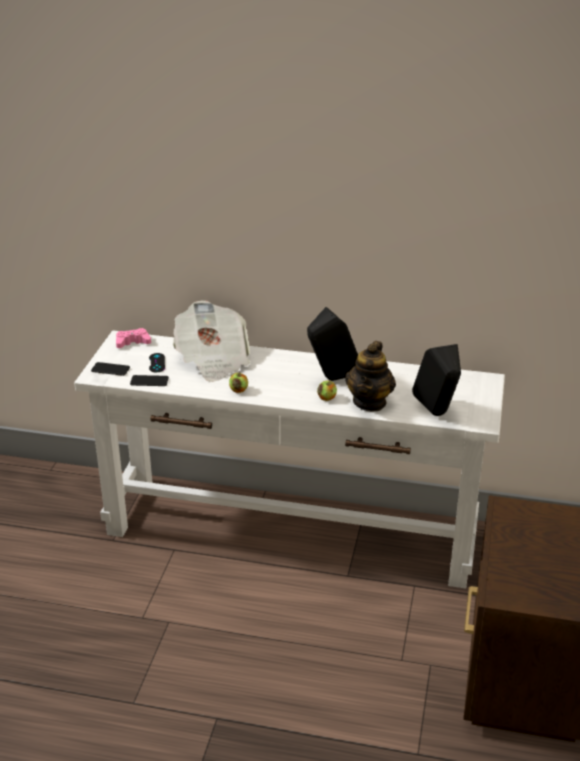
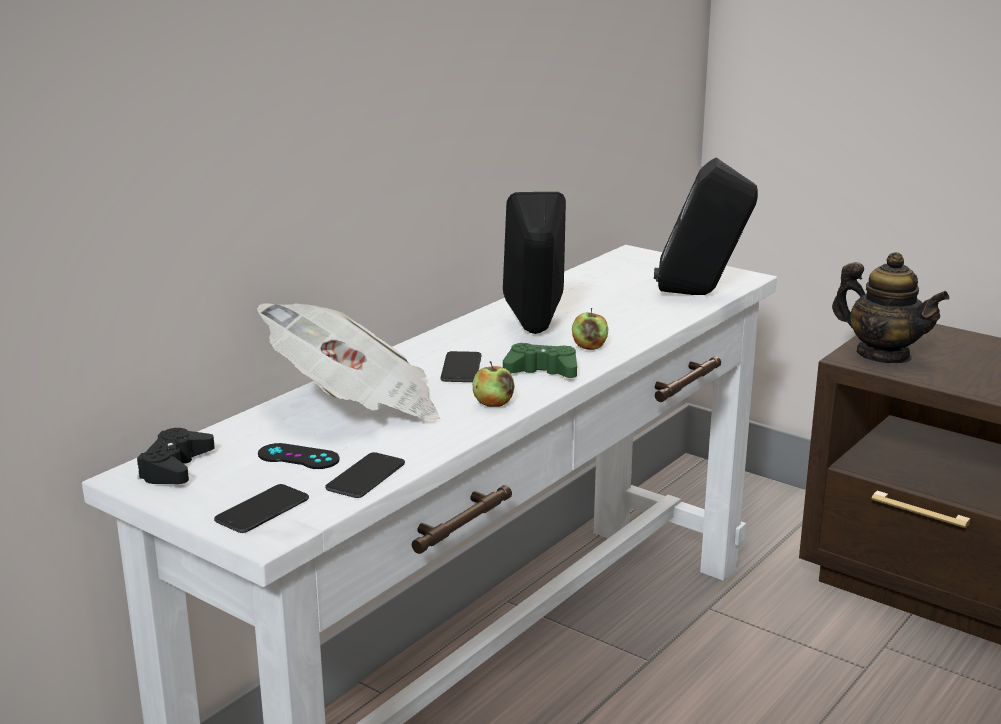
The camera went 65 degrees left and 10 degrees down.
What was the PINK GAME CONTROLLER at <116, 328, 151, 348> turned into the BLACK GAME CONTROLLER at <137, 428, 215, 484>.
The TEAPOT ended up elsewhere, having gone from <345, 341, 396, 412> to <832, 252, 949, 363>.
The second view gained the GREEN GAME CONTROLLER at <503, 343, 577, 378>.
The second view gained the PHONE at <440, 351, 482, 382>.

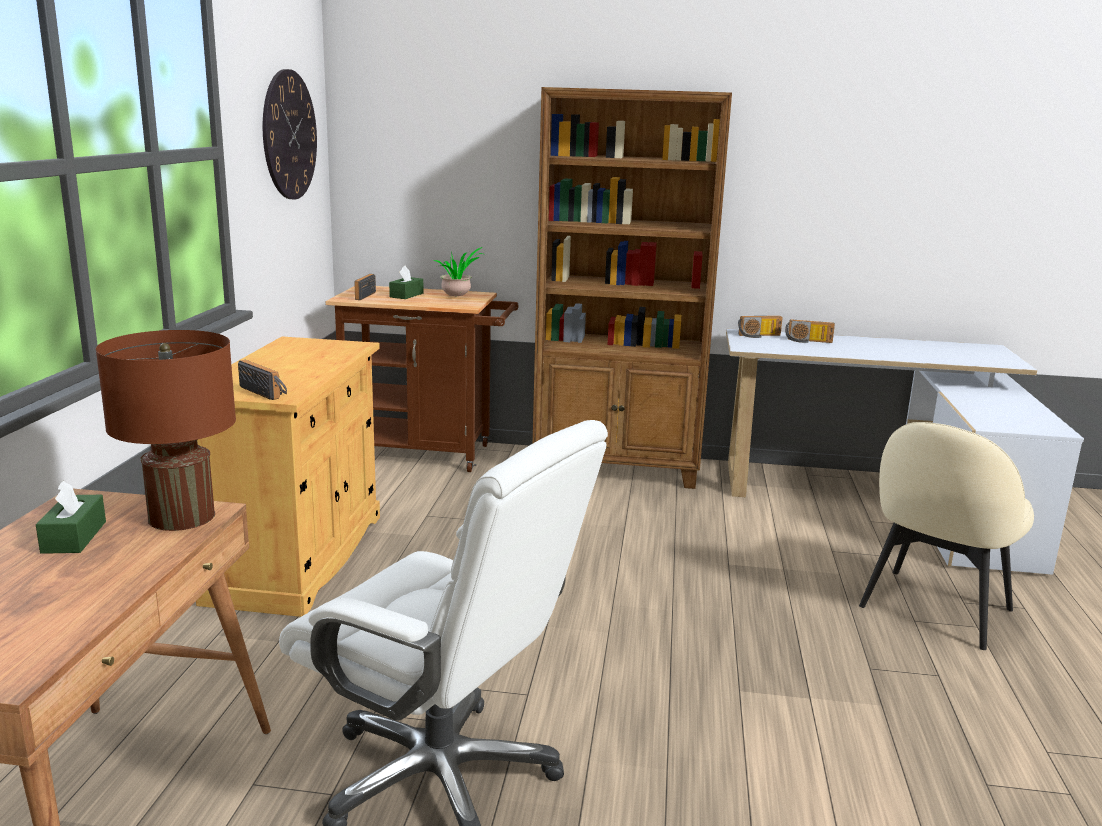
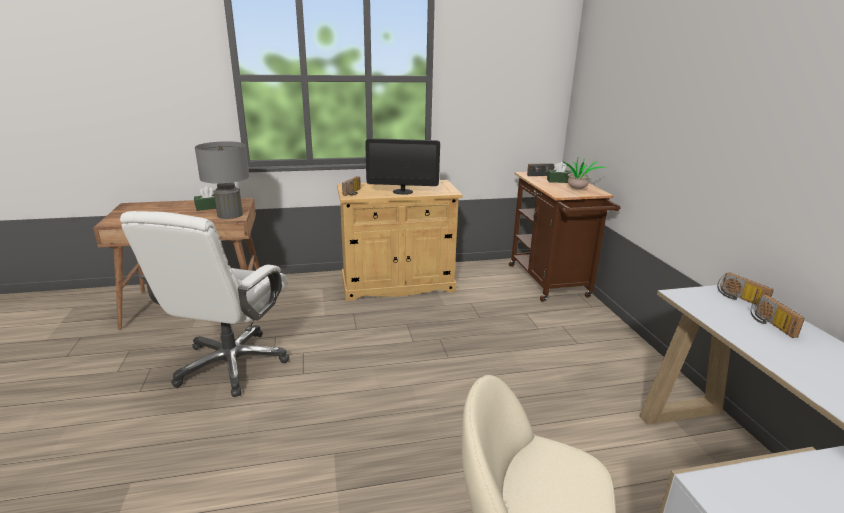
The camera went 70 degrees right and 5 degrees up.
The second view lost the WALL CLOCK at <263, 69, 317, 199>.
The second view lost the BROWN BOOKCASE at <533, 87, 732, 489>.
What was the BROWN TABLE LAMP at <96, 330, 236, 531> turned into the GREY TABLE LAMP at <195, 141, 249, 219>.
The second view gained the MONITOR at <365, 138, 440, 195>.

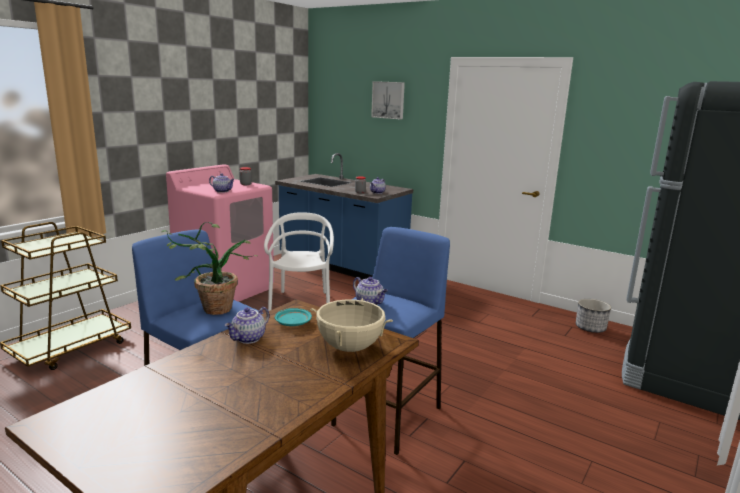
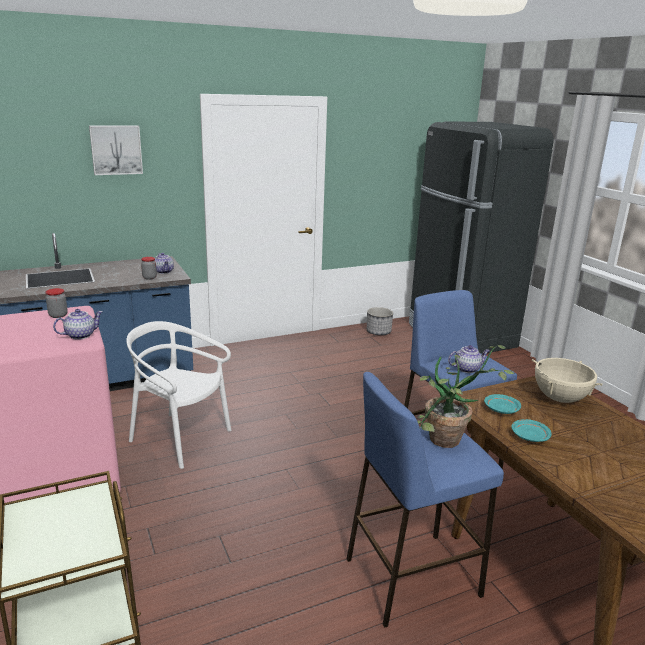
The camera went 60 degrees left and 5 degrees up.
Where the TEAPOT stood at <224, 307, 269, 344>, the TURQUOISE PLATE came to stand at <511, 419, 552, 442>.

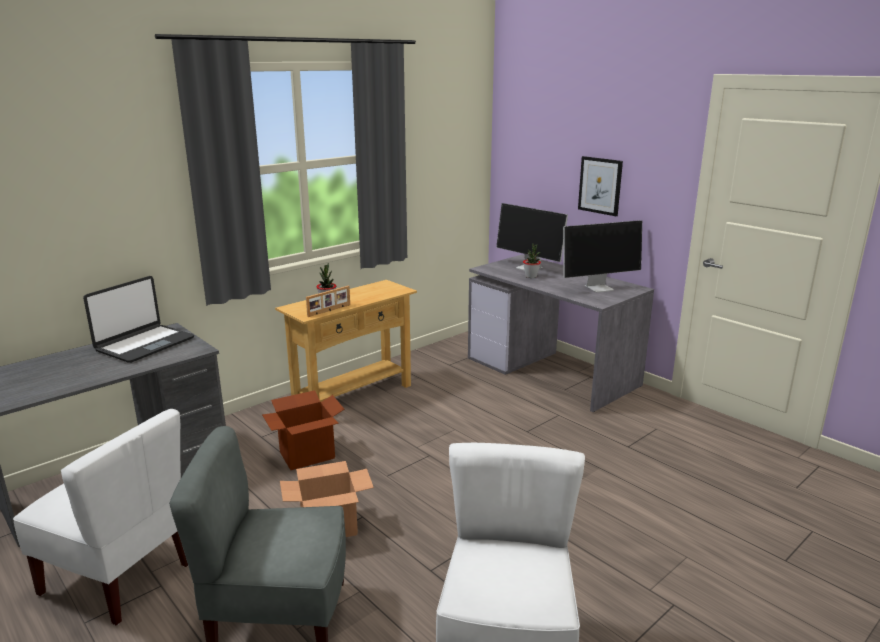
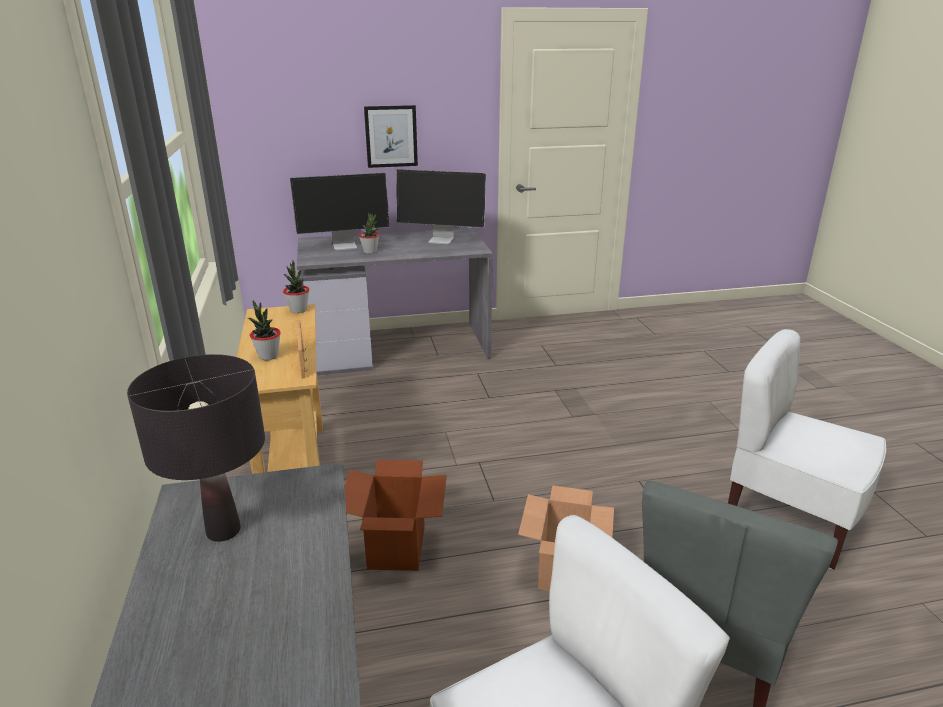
The camera went 60 degrees left and 5 degrees up.
The MONITOR at <563, 220, 642, 293> ended up facing another way, 90 degrees clockwise from before.
Where the LAPTOP stood at <83, 276, 194, 363>, the BLACK TABLE LAMP came to stand at <127, 354, 265, 542>.
The second view gained the POTTED PLANT at <283, 260, 309, 313>.

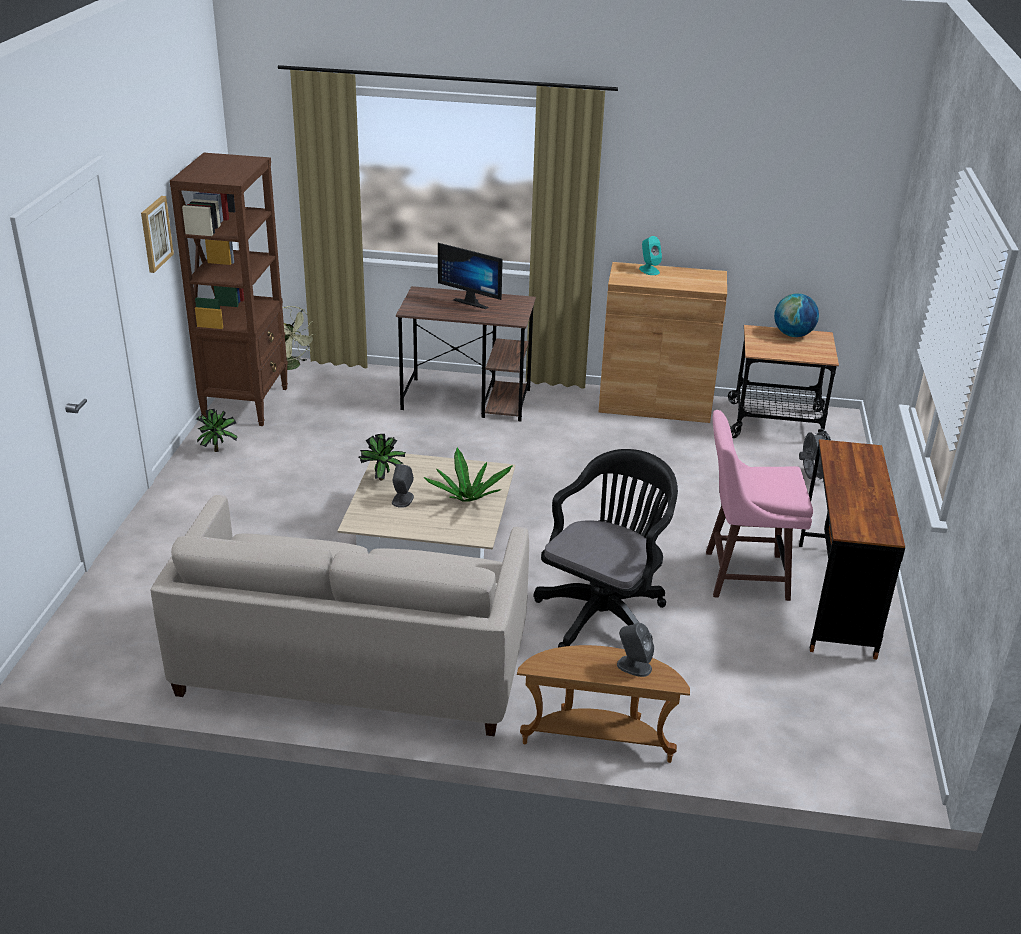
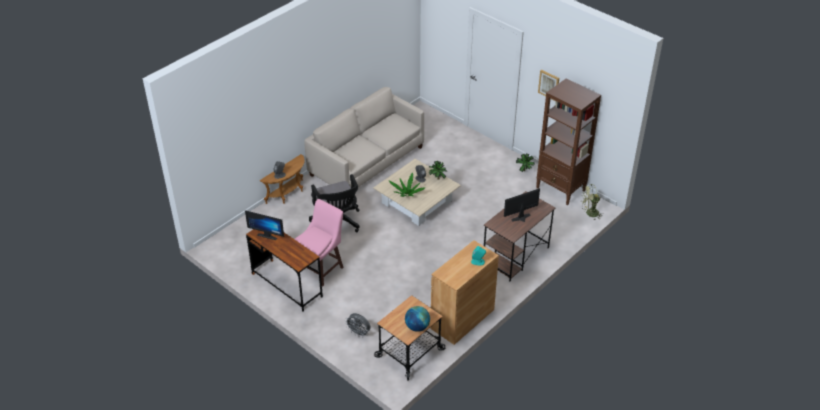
The camera went 125 degrees right and 10 degrees up.
The second view gained the MONITOR at <245, 210, 284, 240>.

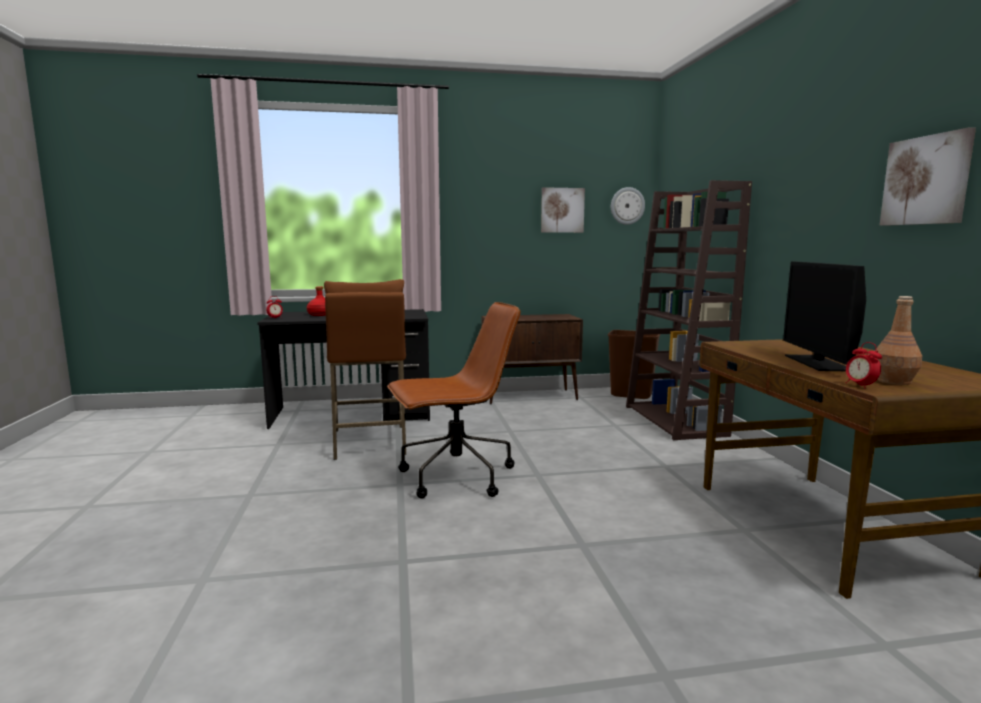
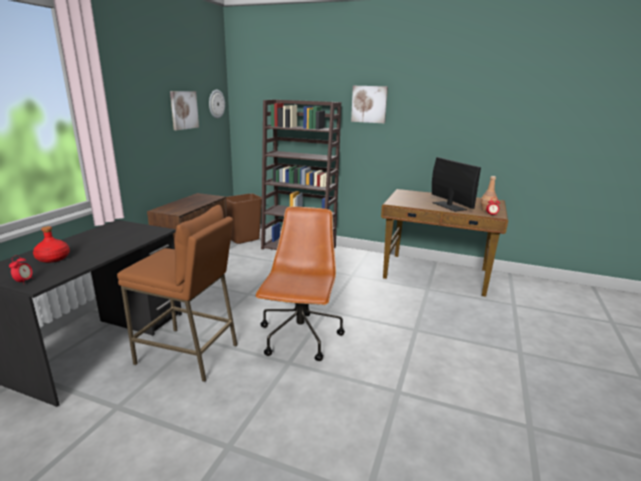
The camera went 60 degrees left and 10 degrees up.
The PICTURE ended up elsewhere, having gone from <879, 127, 976, 226> to <351, 86, 388, 123>.
The MONITOR at <783, 261, 866, 371> ended up facing another way, 150 degrees counterclockwise from before.

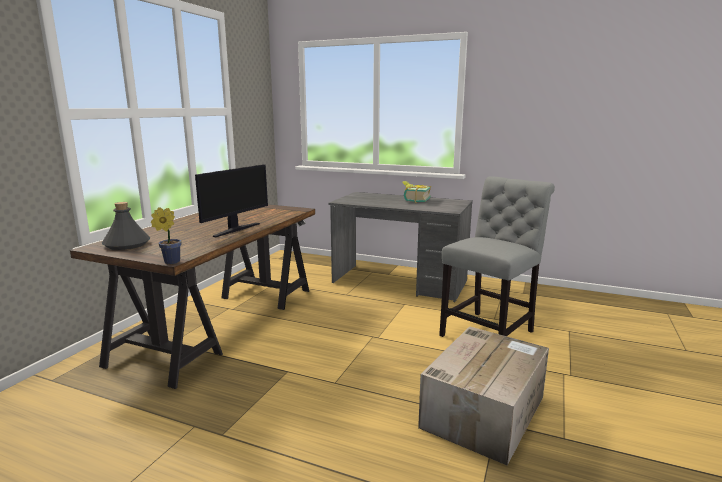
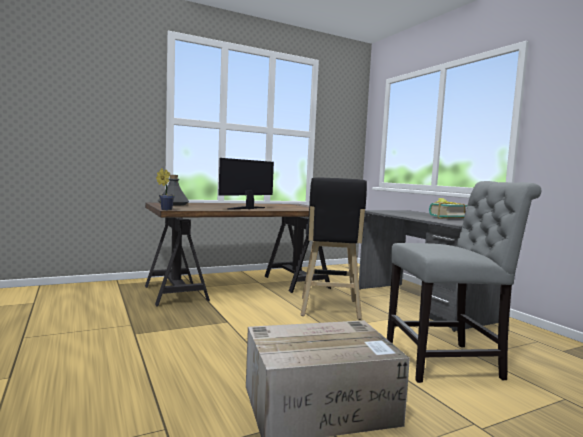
The camera went 40 degrees right and 10 degrees down.
The MONITOR at <195, 164, 268, 237> ended up facing another way, 150 degrees clockwise from before.
The second view gained the BLACK STOOL at <301, 177, 367, 320>.

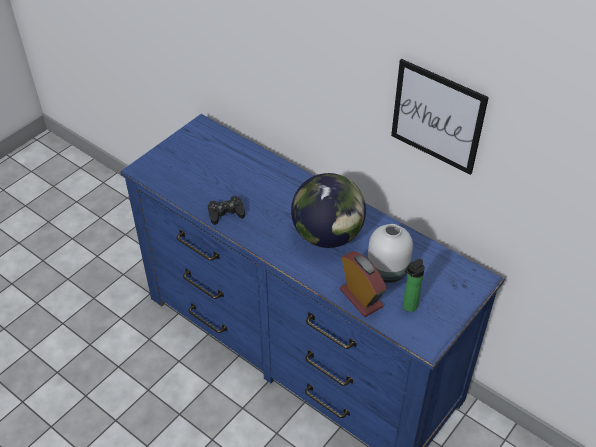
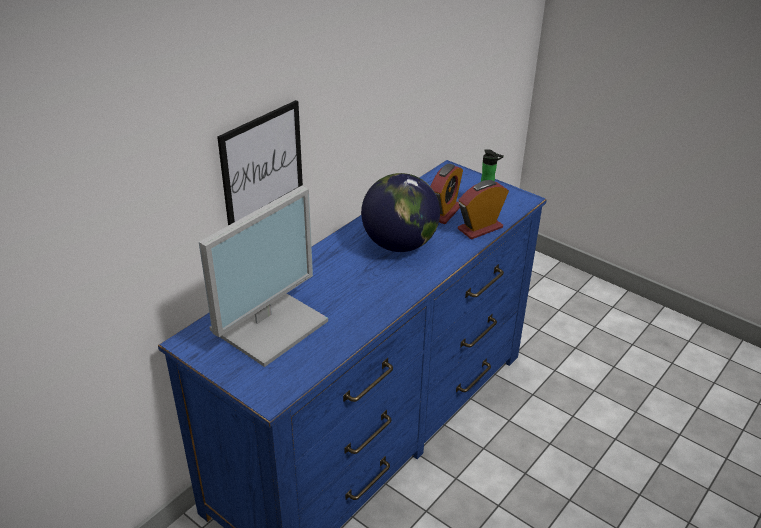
The camera went 90 degrees left and 10 degrees down.
The PICTURE ended up elsewhere, having gone from <391, 59, 489, 175> to <217, 100, 303, 226>.
The second view lost the BLACK GAME CONTROLLER at <208, 196, 245, 225>.
Where the WHITE VASE stood at <368, 224, 413, 283>, the ALARM CLOCK came to stand at <430, 163, 463, 224>.
The second view gained the MONITOR at <199, 186, 328, 367>.

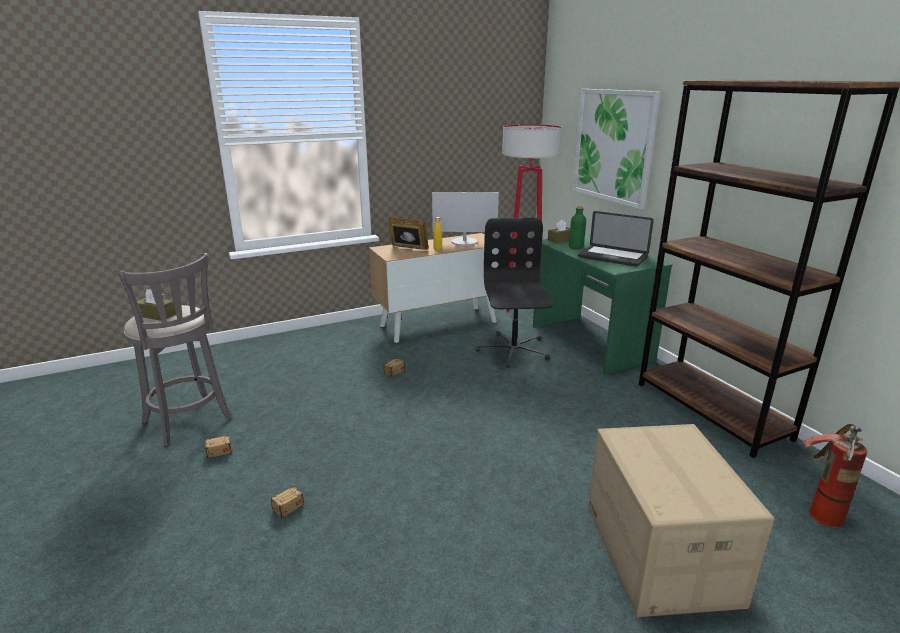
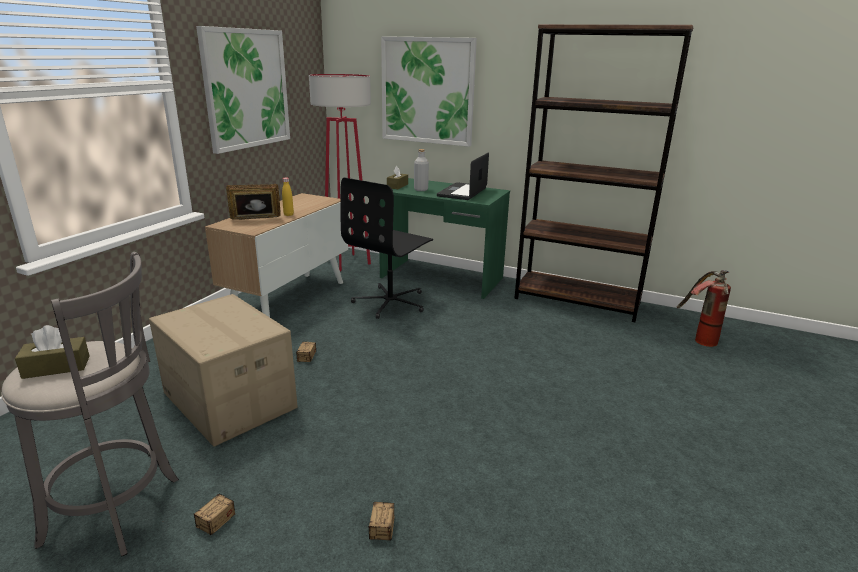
The camera went 40 degrees left and 0 degrees up.
The second view lost the MONITOR at <432, 192, 499, 246>.
What was the GREEN BOTTLE at <569, 206, 586, 249> turned into the GREY BOTTLE at <414, 149, 429, 191>.
The LAPTOP at <578, 211, 654, 267> ended up facing another way, 120 degrees clockwise from before.
The BLACK OFFICE CHAIR at <476, 218, 553, 368> ended up facing another way, 105 degrees counterclockwise from before.
The CARDBOARD BOX ended up elsewhere, having gone from <588, 424, 774, 617> to <149, 294, 298, 447>.
The second view gained the PICTURE at <196, 26, 290, 154>.

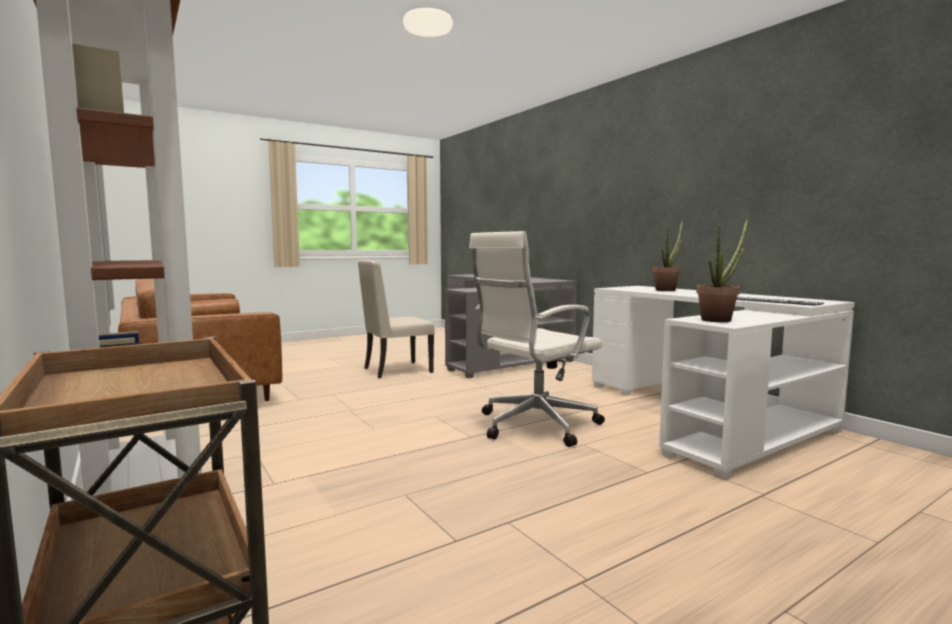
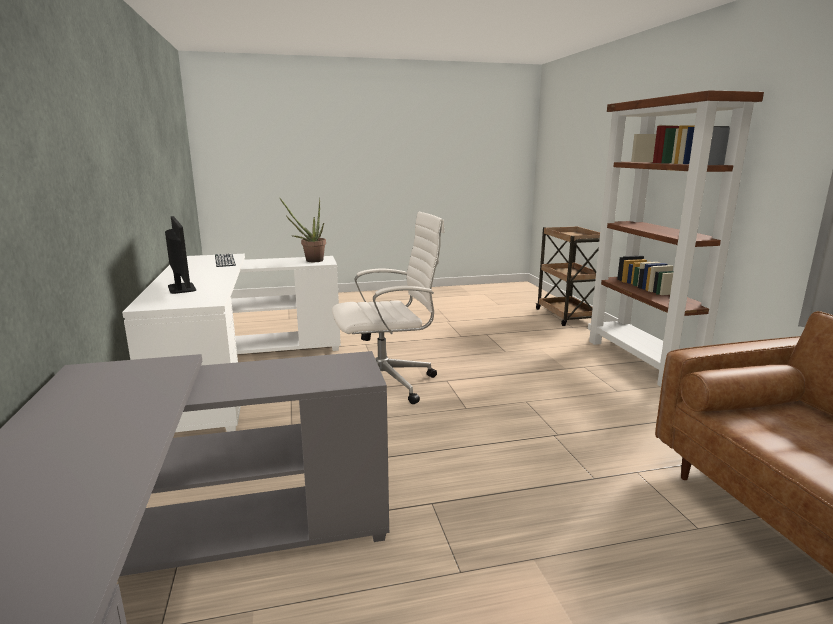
The camera went 160 degrees left and 10 degrees up.
Where the POTTED PLANT stood at <652, 221, 683, 291>, the MONITOR came to stand at <165, 216, 196, 294>.
The second view lost the BEIGE CHAIR at <358, 260, 435, 379>.

